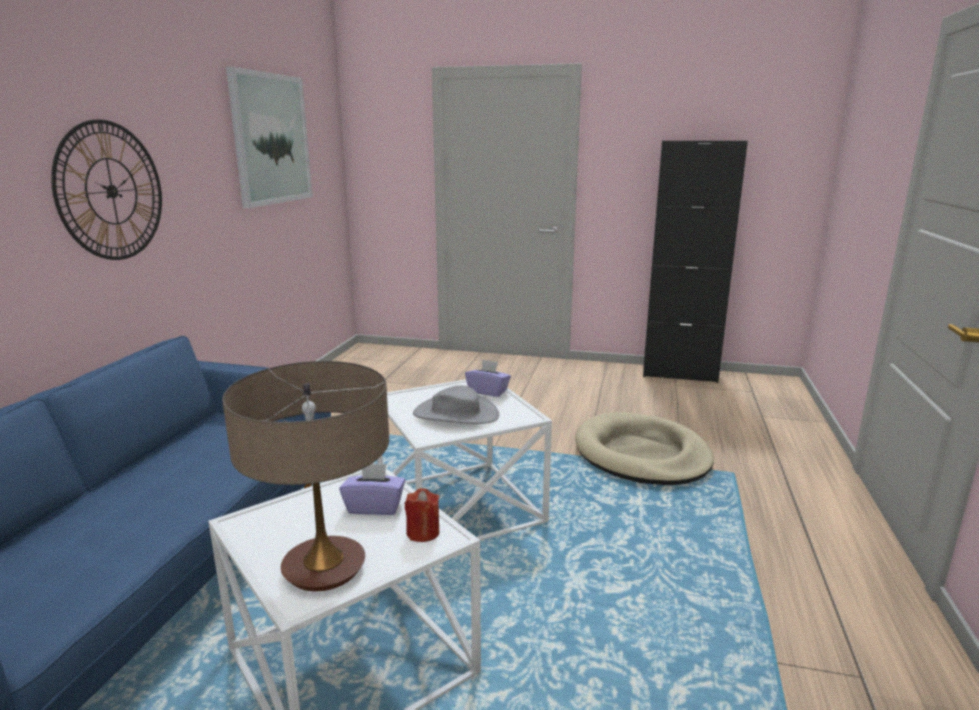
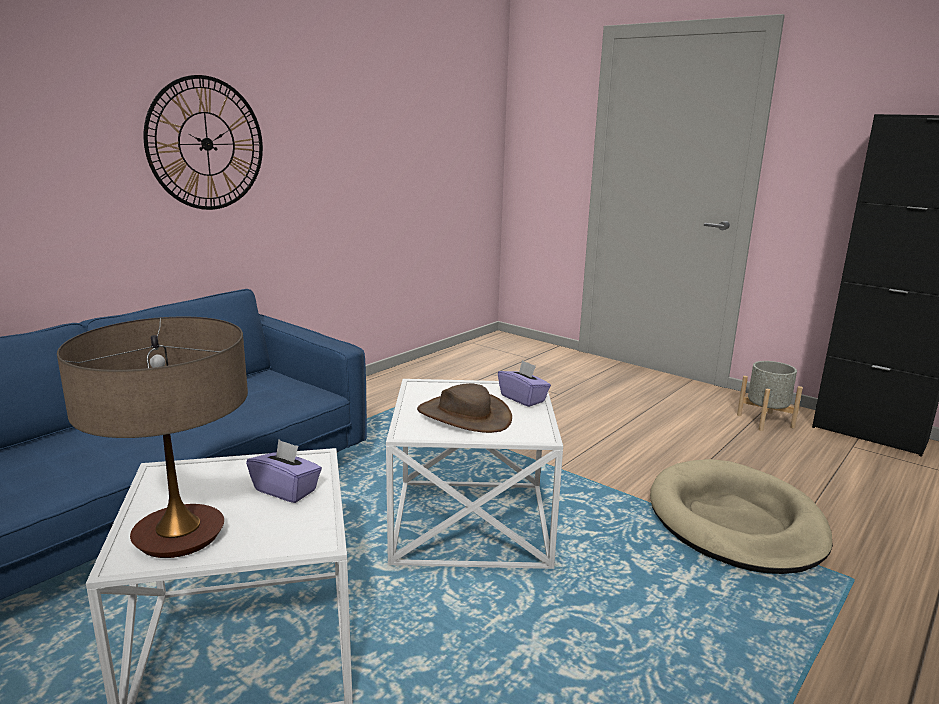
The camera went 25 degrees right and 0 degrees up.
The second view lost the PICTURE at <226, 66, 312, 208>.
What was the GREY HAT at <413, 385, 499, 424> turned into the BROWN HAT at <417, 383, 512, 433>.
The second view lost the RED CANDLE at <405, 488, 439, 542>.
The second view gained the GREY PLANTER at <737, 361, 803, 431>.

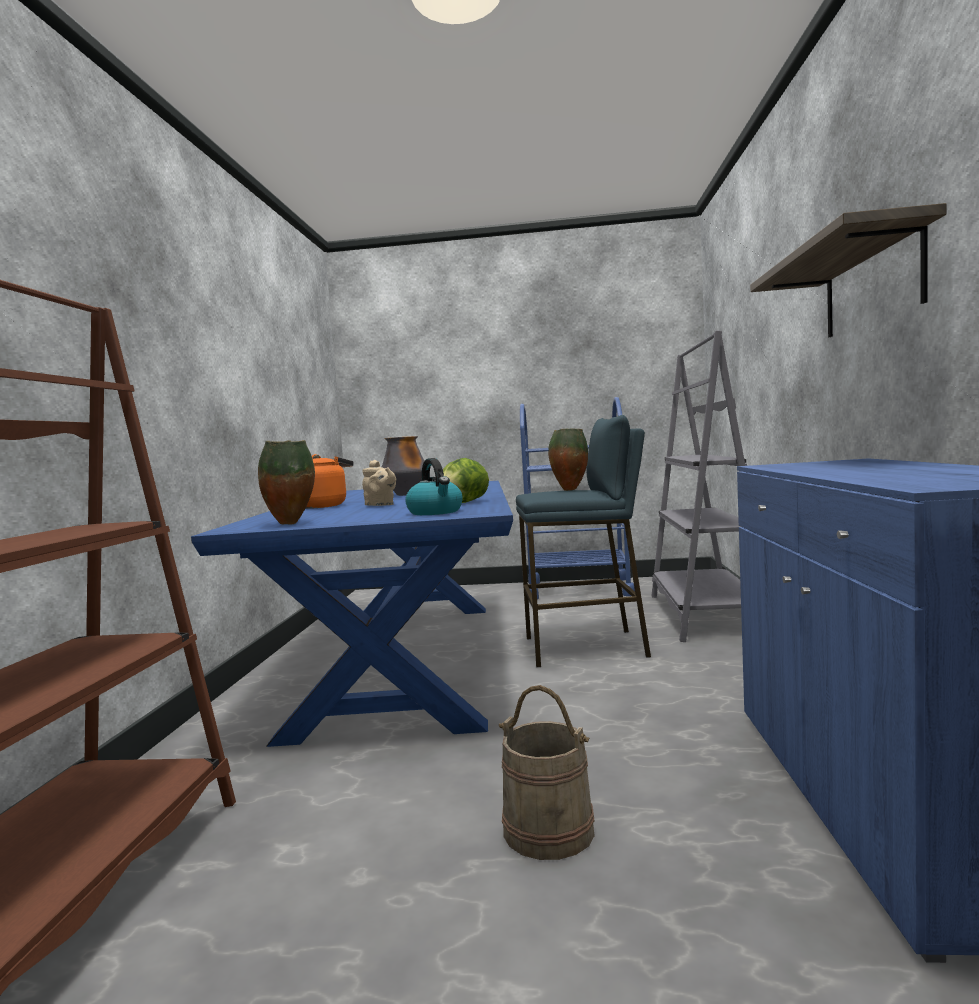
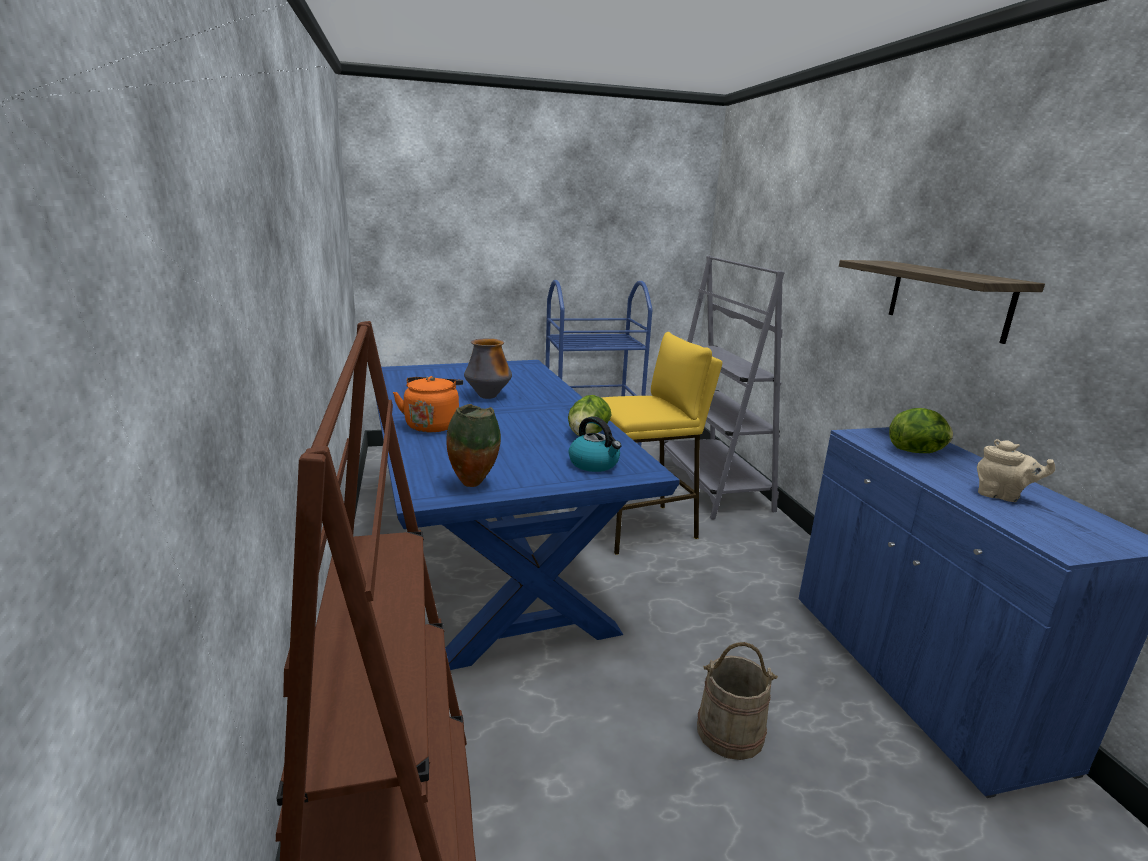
The camera went 20 degrees left and 15 degrees up.
What was the BLUE STOOL at <516, 415, 651, 667> turned into the YELLOW STOOL at <601, 332, 722, 555>.
The second view lost the VASE at <548, 429, 588, 491>.
The BEIGE TEAPOT ended up elsewhere, having gone from <362, 460, 396, 506> to <977, 439, 1055, 502>.
The second view gained the LETTUCE at <889, 408, 953, 453>.

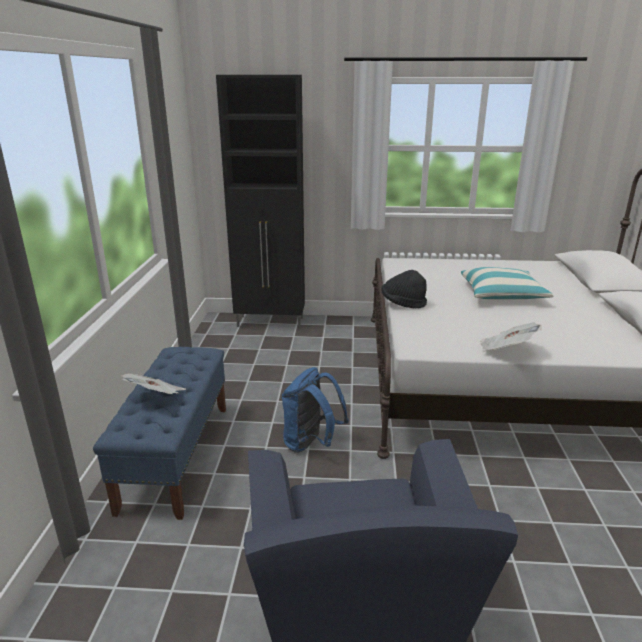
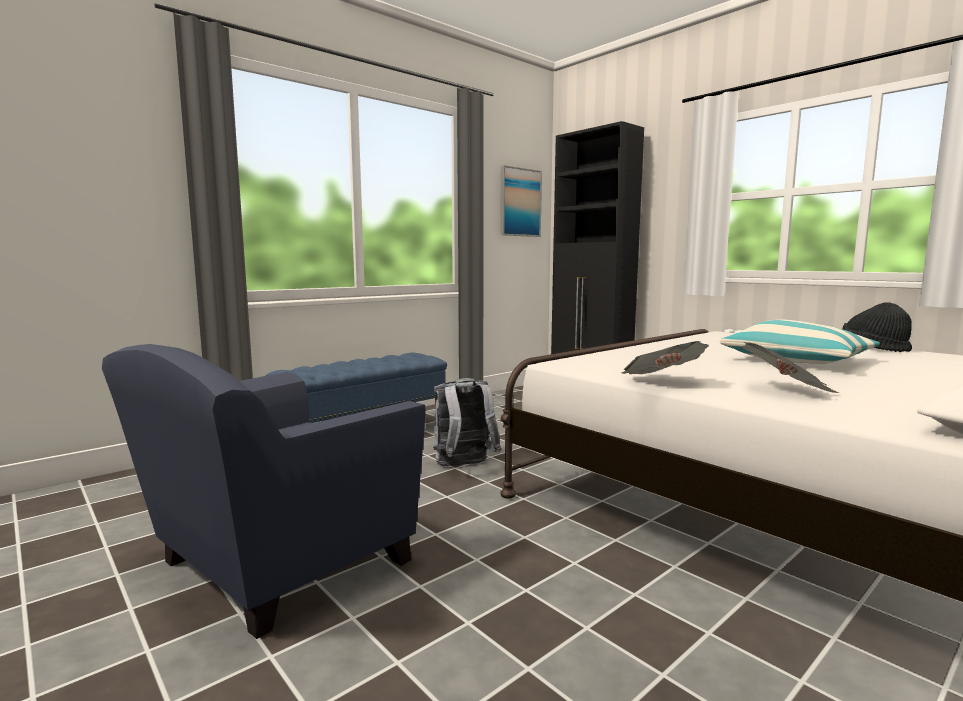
The camera went 45 degrees right and 15 degrees down.
The BLACK HAT ended up elsewhere, having gone from <381, 270, 427, 309> to <843, 302, 912, 352>.
What was the BLUE BACKPACK at <282, 367, 349, 453> turned into the GREY BACKPACK at <433, 378, 502, 466>.
The NEWSPAPER ended up elsewhere, having gone from <122, 373, 186, 394> to <741, 342, 839, 393>.
The second view gained the PICTURE at <500, 165, 542, 237>.

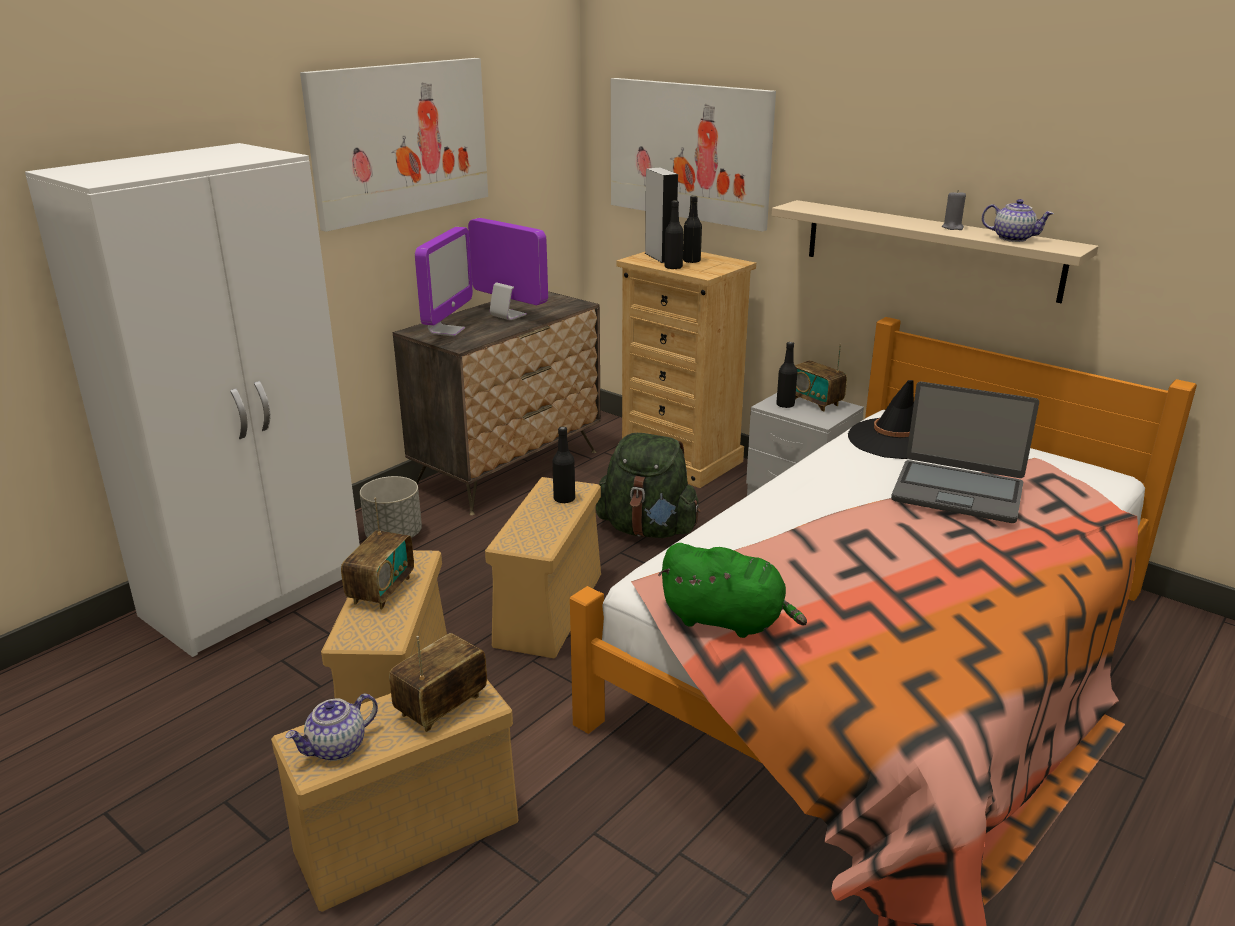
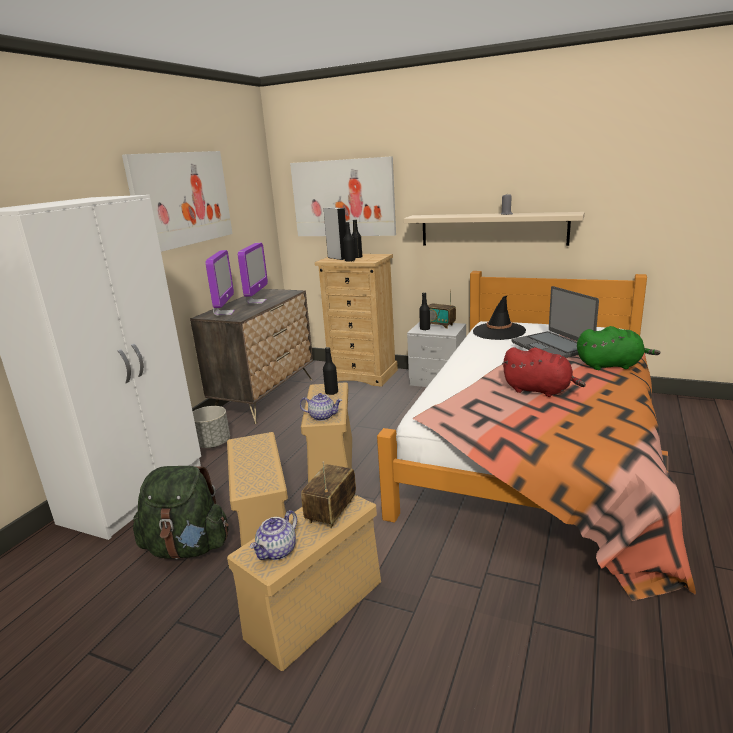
The camera went 15 degrees left and 5 degrees down.
The TEAPOT ended up elsewhere, having gone from <982, 199, 1054, 242> to <300, 393, 342, 421>.
The MONITOR at <468, 218, 548, 320> ended up facing another way, 75 degrees clockwise from before.
The LAPTOP at <891, 382, 1039, 523> ended up facing another way, 60 degrees clockwise from before.
The GREEN BACKPACK ended up elsewhere, having gone from <596, 433, 701, 538> to <133, 466, 229, 559>.
The second view lost the RADIO at <341, 498, 414, 609>.
The GREEN PLUSH TOY ended up elsewhere, having gone from <658, 543, 807, 638> to <577, 326, 661, 370>.
The second view gained the RED PLUSH TOY at <502, 347, 586, 397>.

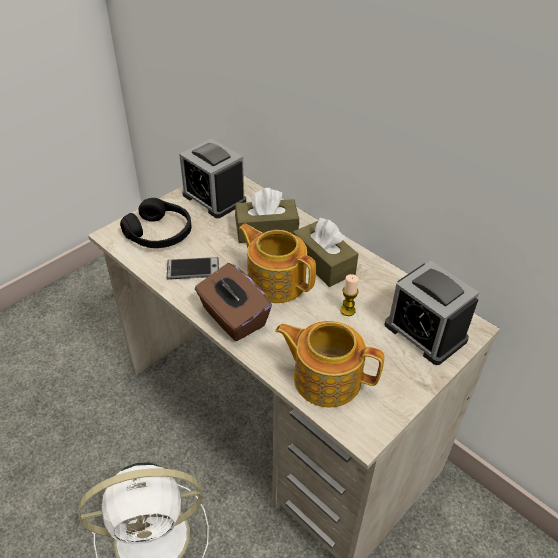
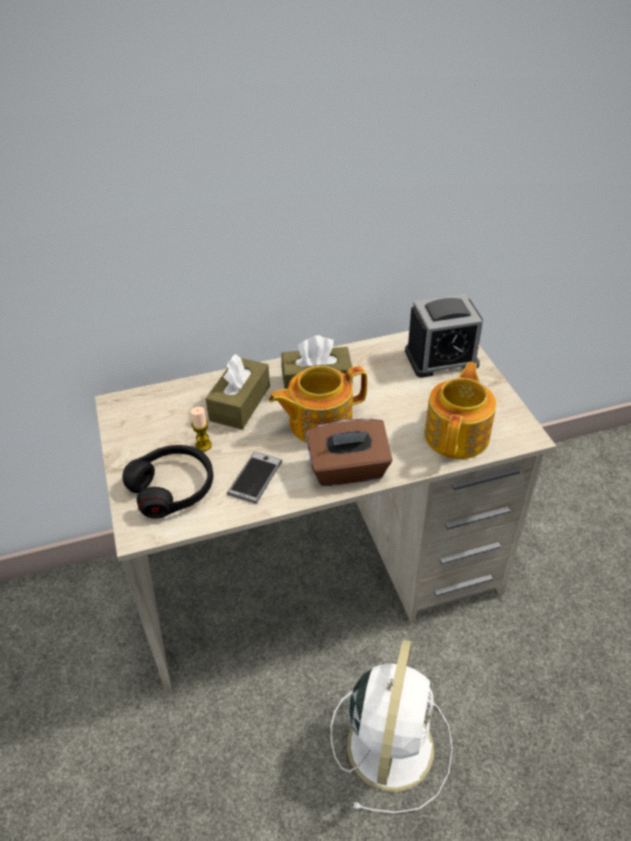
The camera went 60 degrees left and 0 degrees up.
The second view lost the ALARM CLOCK at <179, 138, 246, 218>.
The CANDLE ended up elsewhere, having gone from <340, 274, 359, 316> to <191, 407, 212, 451>.
The TEAPOT at <275, 321, 384, 407> ended up facing another way, 150 degrees clockwise from before.

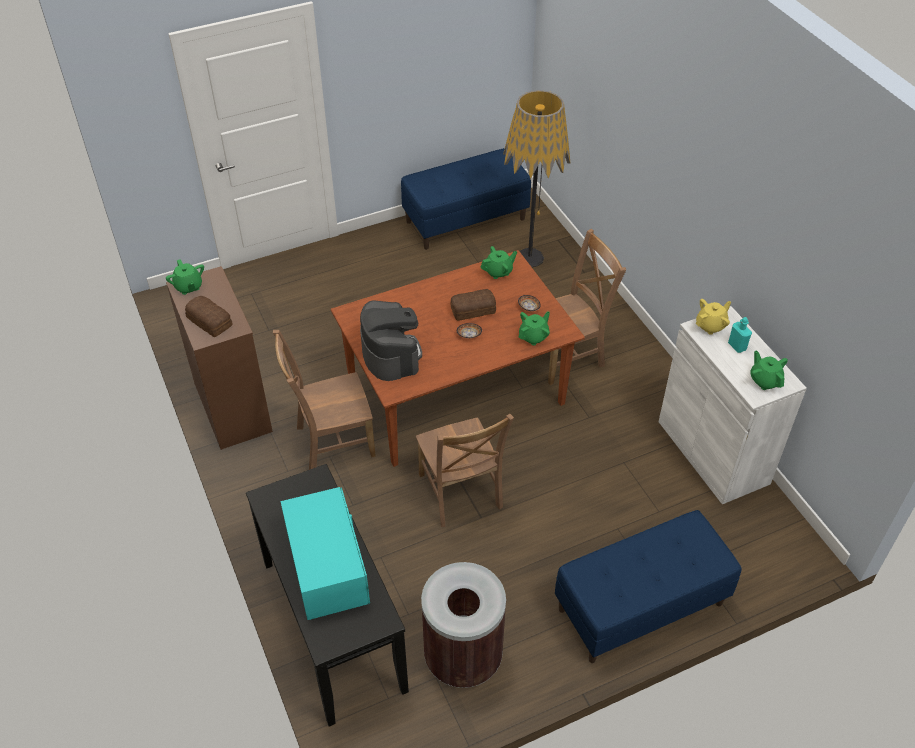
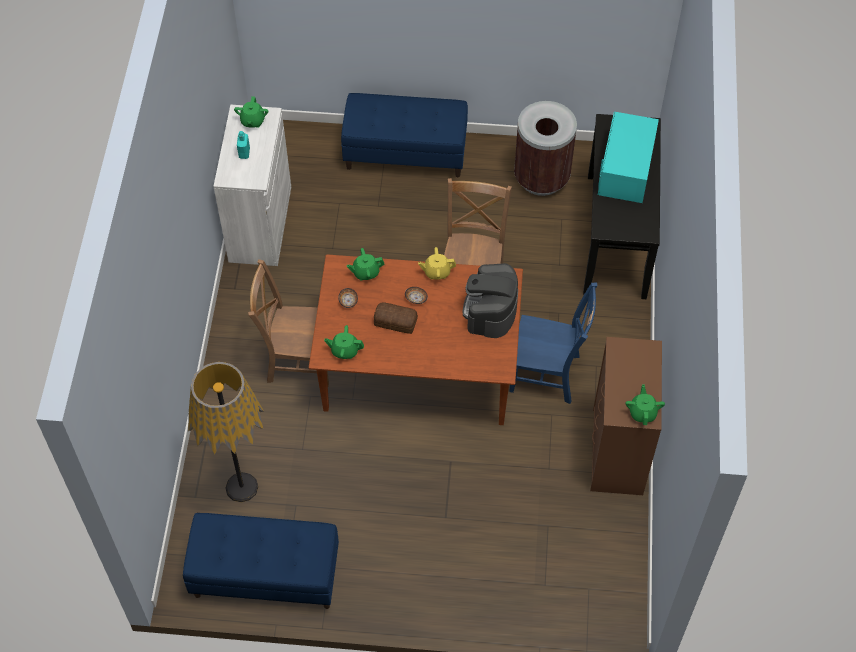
The camera went 150 degrees left and 10 degrees up.
The second view lost the BREAD at <185, 296, 233, 337>.
The YELLOW TEAPOT ended up elsewhere, having gone from <696, 299, 731, 335> to <418, 247, 456, 280>.
What was the BROWN CHAIR at <273, 330, 376, 470> turned into the BLUE CHAIR at <509, 283, 597, 404>.

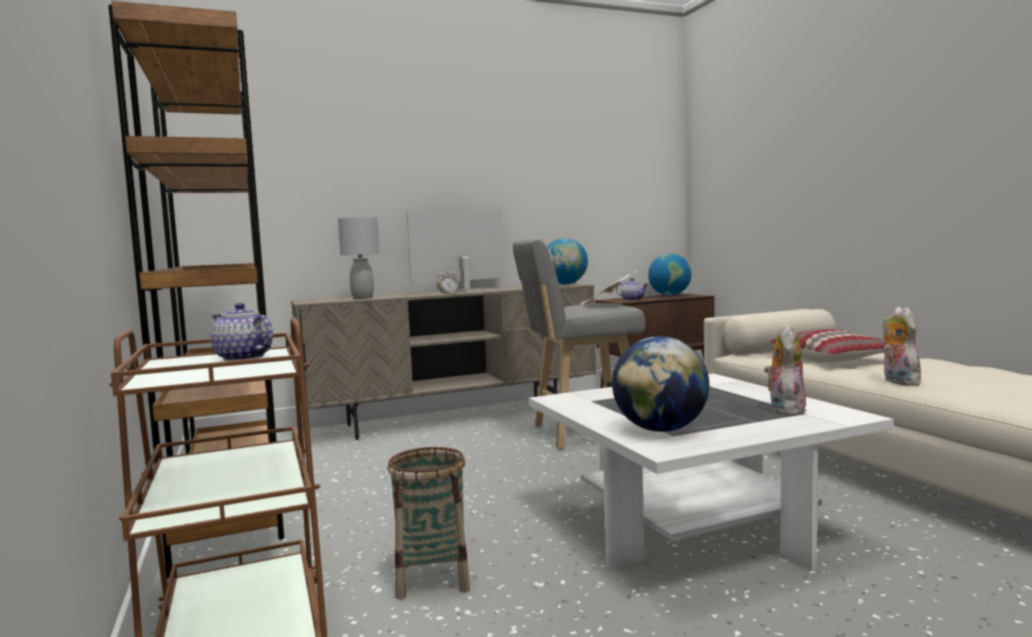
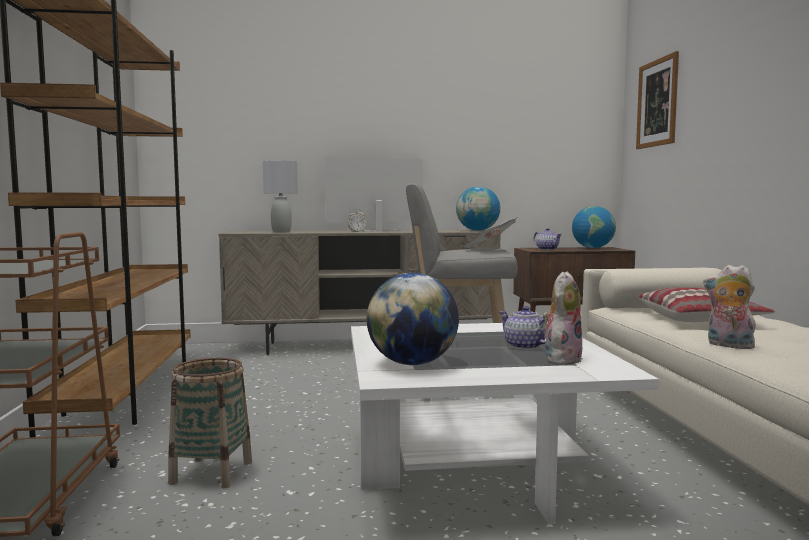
The camera went 15 degrees right and 0 degrees up.
The TEAPOT ended up elsewhere, having gone from <211, 303, 273, 361> to <499, 306, 546, 350>.
The PLUSH TOY at <883, 307, 921, 385> ended up facing another way, 60 degrees counterclockwise from before.
The second view gained the PICTURE at <636, 51, 679, 149>.

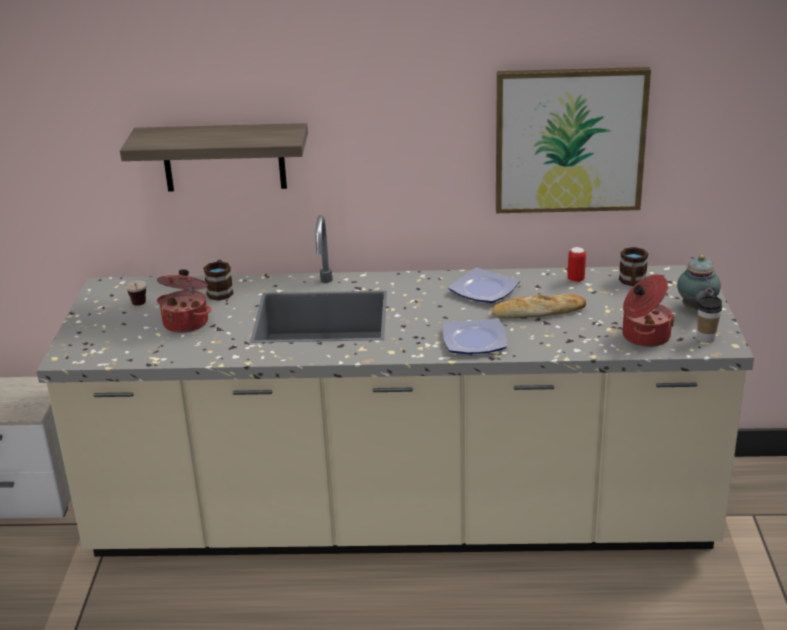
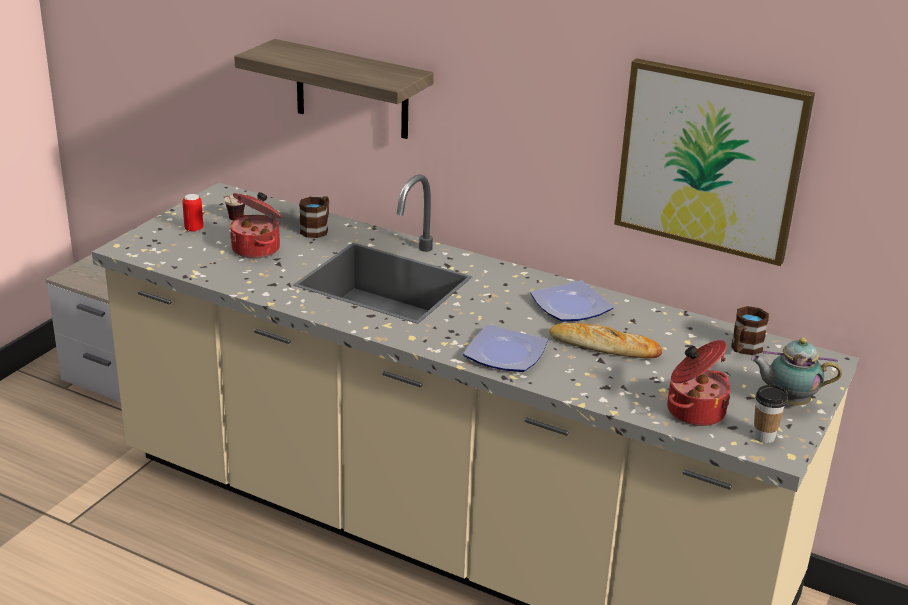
The camera went 25 degrees right and 0 degrees up.
The CAN ended up elsewhere, having gone from <567, 247, 586, 283> to <182, 194, 203, 232>.
The TEAPOT at <677, 255, 721, 311> ended up facing another way, 75 degrees clockwise from before.

